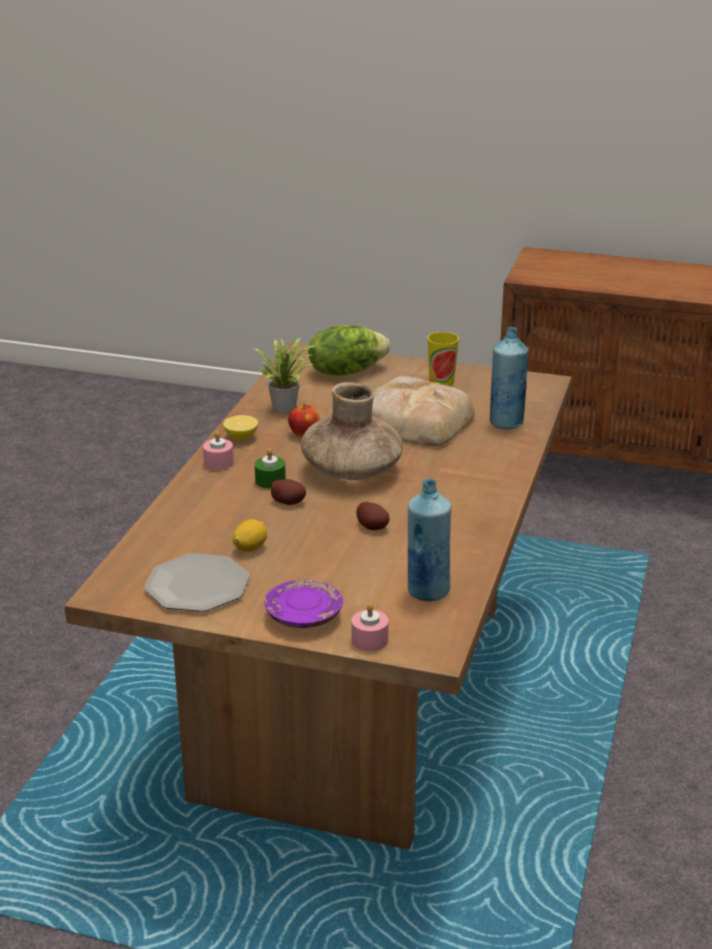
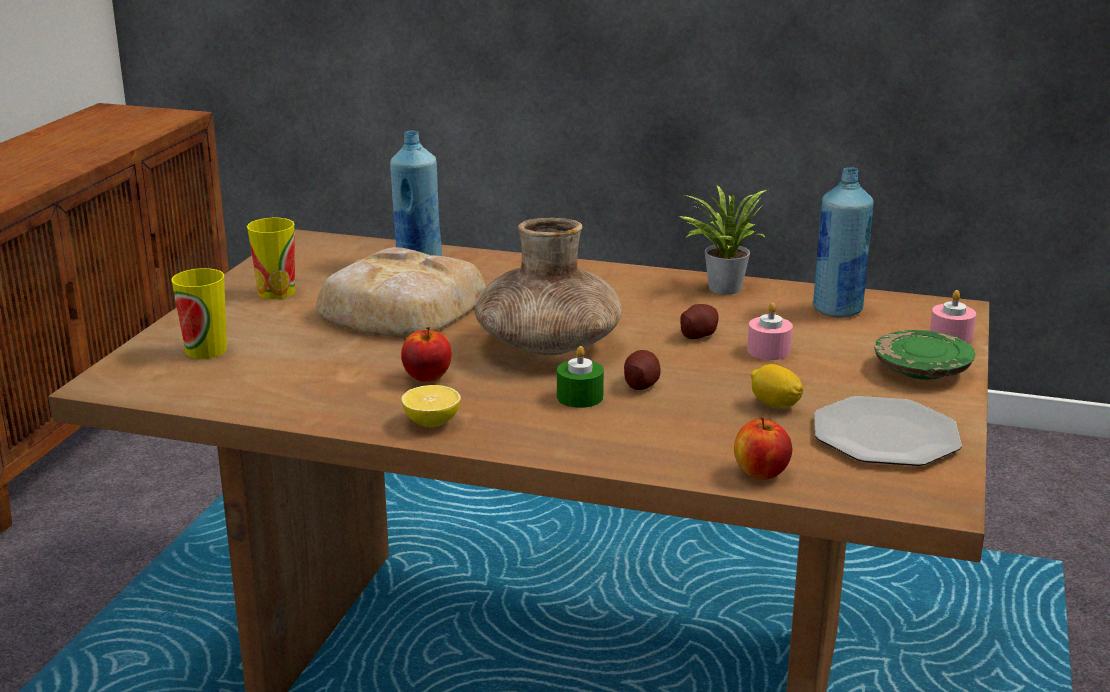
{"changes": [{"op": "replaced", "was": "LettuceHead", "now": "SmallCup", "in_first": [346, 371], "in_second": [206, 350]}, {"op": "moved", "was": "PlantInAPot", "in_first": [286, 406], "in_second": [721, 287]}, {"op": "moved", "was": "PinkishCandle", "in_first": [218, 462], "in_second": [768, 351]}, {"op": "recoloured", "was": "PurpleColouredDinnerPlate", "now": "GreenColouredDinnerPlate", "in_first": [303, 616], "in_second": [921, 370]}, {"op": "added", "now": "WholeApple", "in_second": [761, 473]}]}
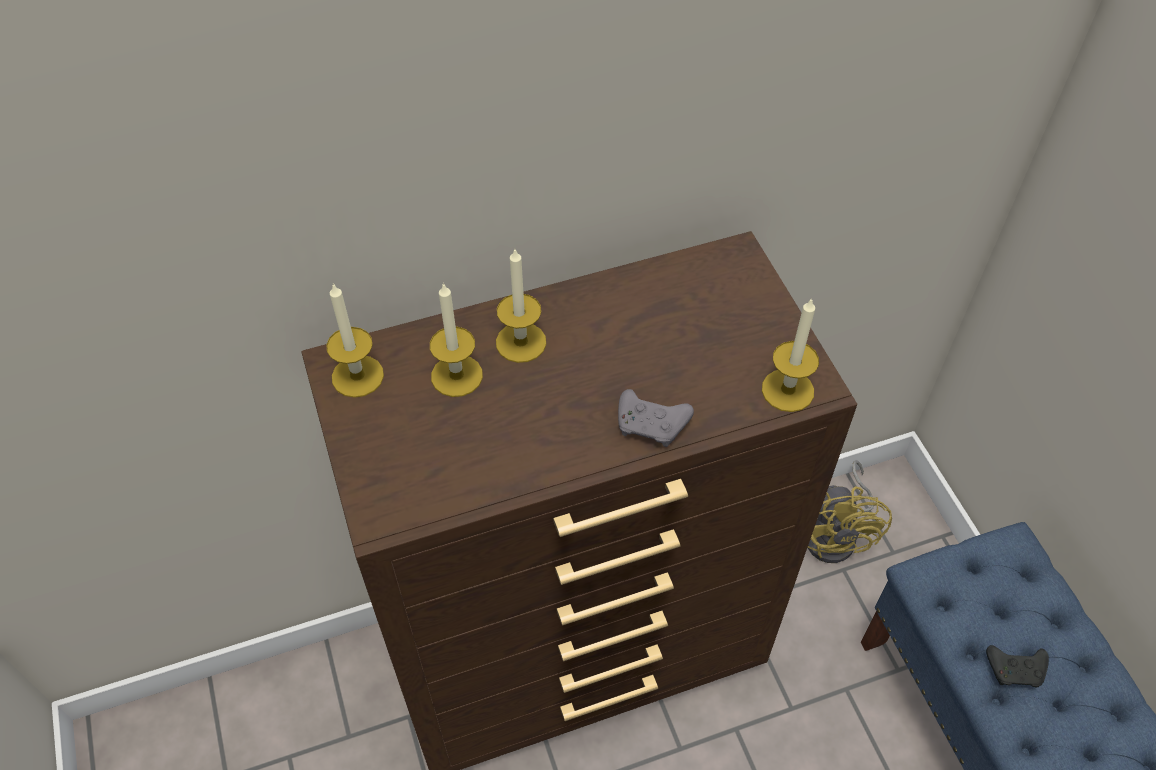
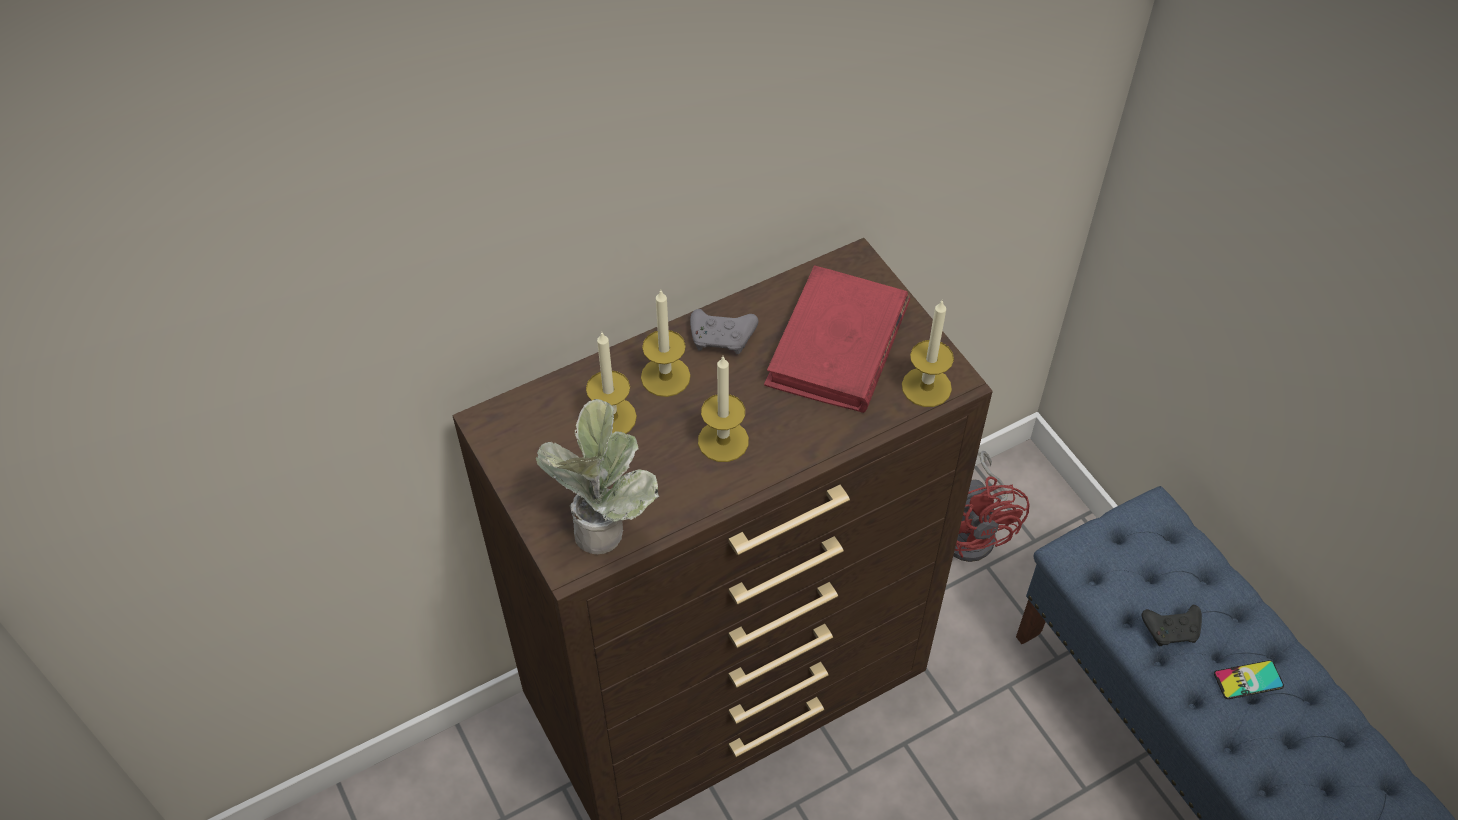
{"changes": [{"op": "moved", "was": "Candle", "in_first": [357, 376], "in_second": [723, 441]}, {"op": "moved", "was": "GreyishGameController", "in_first": [652, 425], "in_second": [723, 338]}, {"op": "recoloured", "was": "YellowColouredCoolingFan", "now": "ReddishCoolingFan", "in_first": [837, 535], "in_second": [974, 531]}, {"op": "added", "now": "ReddishBook", "in_second": [837, 346]}, {"op": "added", "now": "PlantInAPot", "in_second": [603, 523]}, {"op": "added", "now": "Handset", "in_second": [1248, 680]}]}
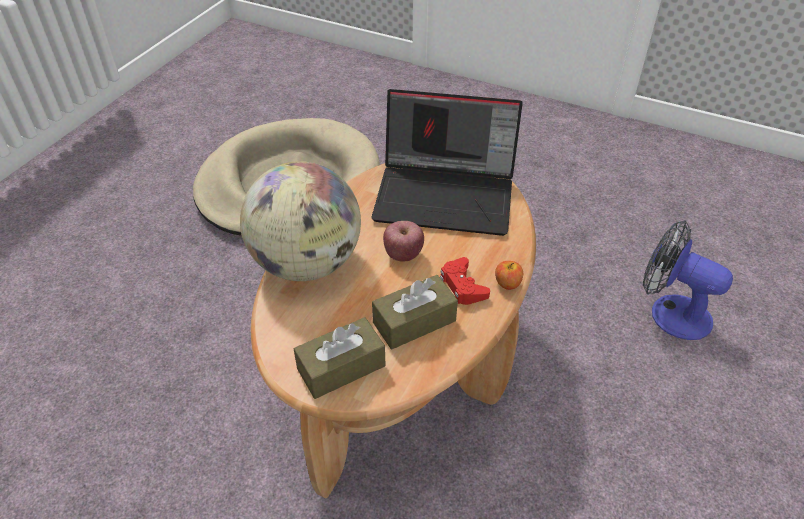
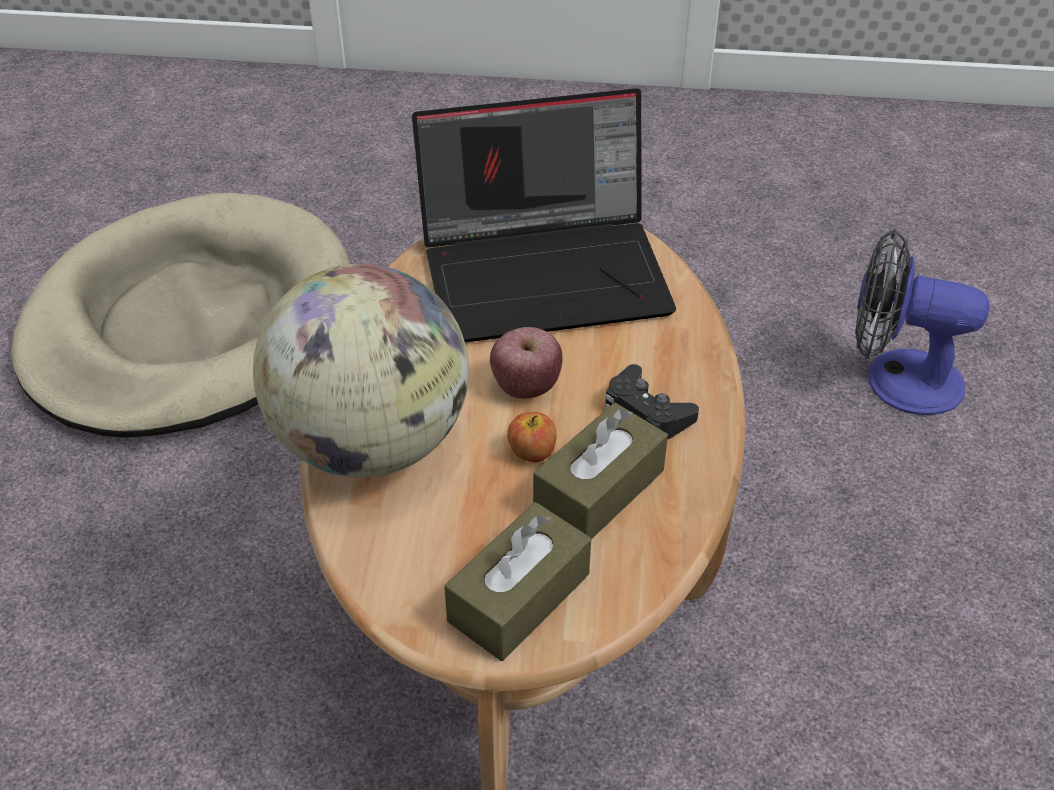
{"changes": [{"op": "recoloured", "was": "ReddishGameController", "now": "BlackColouredGameController", "in_first": [462, 286], "in_second": [646, 412]}, {"op": "moved", "was": "WholeApple", "in_first": [507, 283], "in_second": [532, 452]}]}
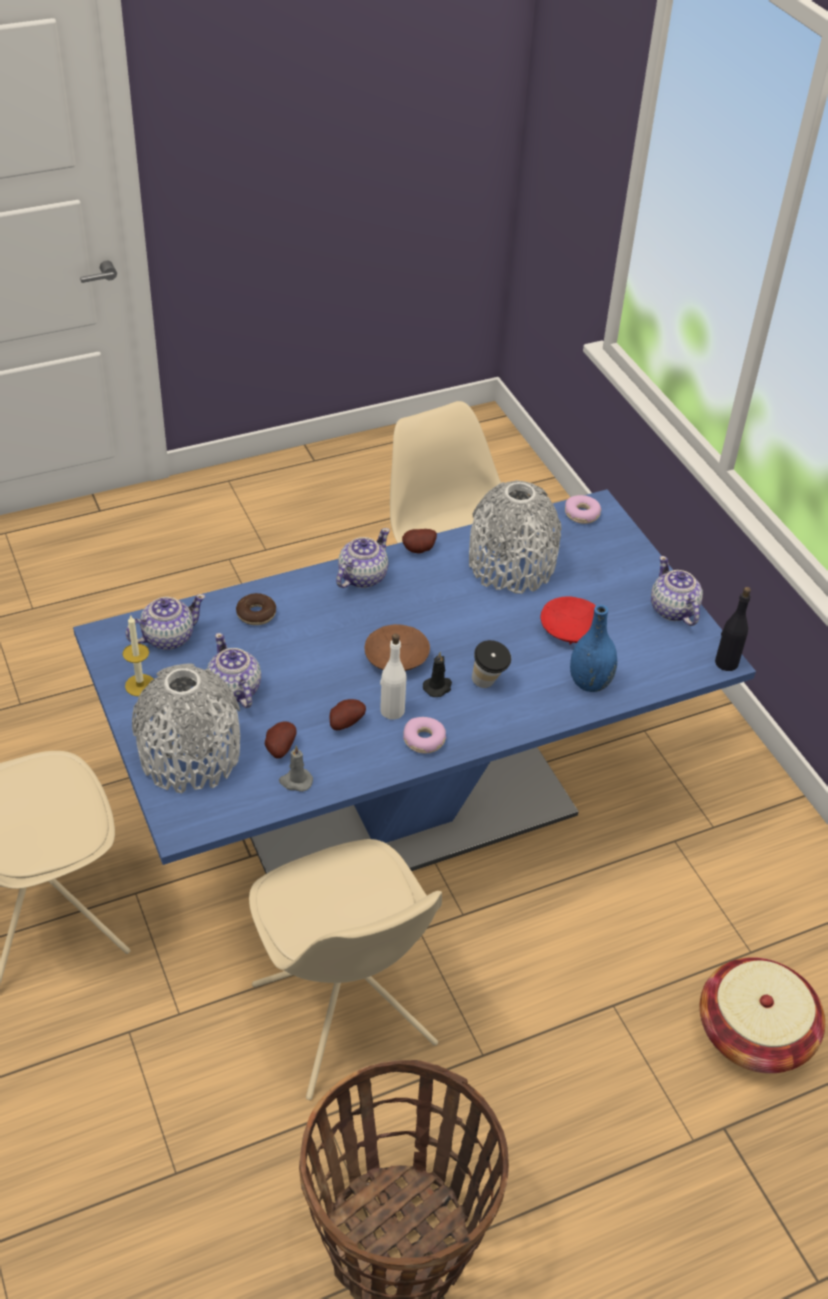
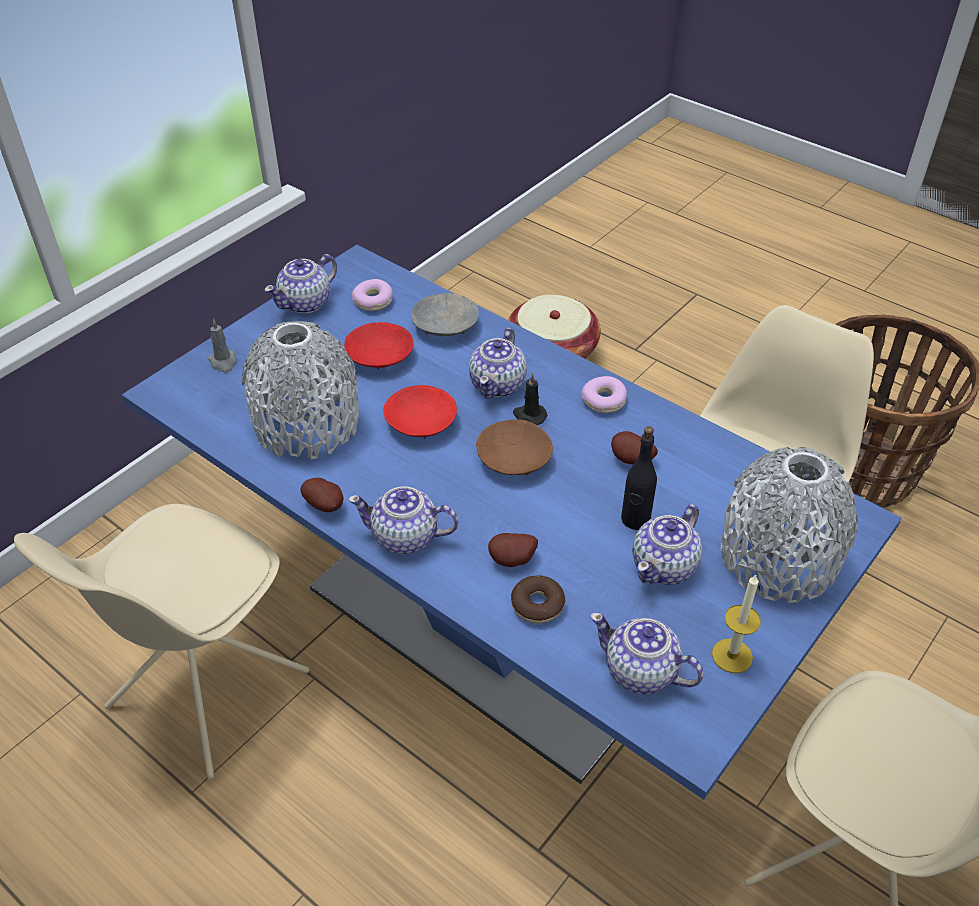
{"changes": [{"op": "moved", "was": "Doughnut", "in_first": [582, 514], "in_second": [373, 301]}, {"op": "moved", "was": "BlackColouredBeverageBottle", "in_first": [726, 662], "in_second": [635, 519]}, {"op": "replaced", "was": "BluishFlowerVase", "now": "GreyishServingBowl", "in_first": [590, 683], "in_second": [445, 325]}, {"op": "removed", "was": "WhiteColouredBeverageBottle", "in_first": [392, 710]}, {"op": "replaced", "was": "SmallCup", "now": "PotForTea", "in_first": [488, 685], "in_second": [498, 384]}, {"op": "moved", "was": "WholePotato", "in_first": [279, 748], "in_second": [513, 561]}, {"op": "moved", "was": "GreyishCandle", "in_first": [295, 781], "in_second": [223, 362]}, {"op": "added", "now": "ReddishServingBowl", "in_second": [421, 422]}]}
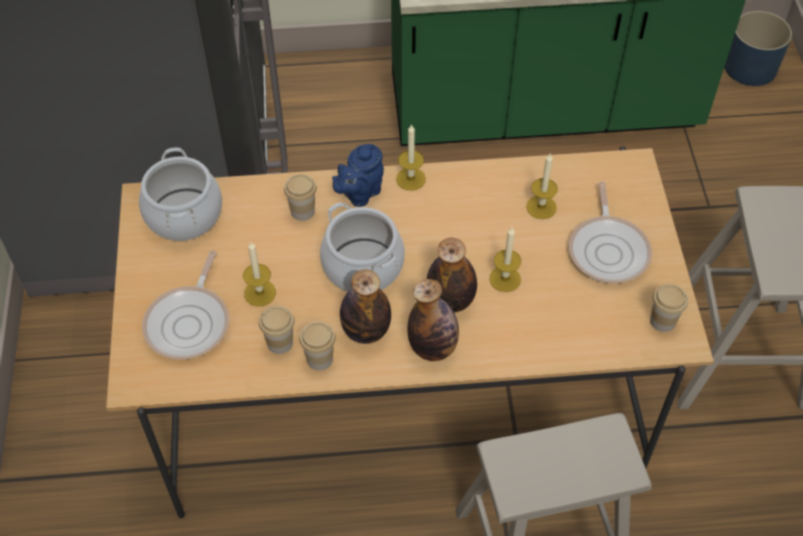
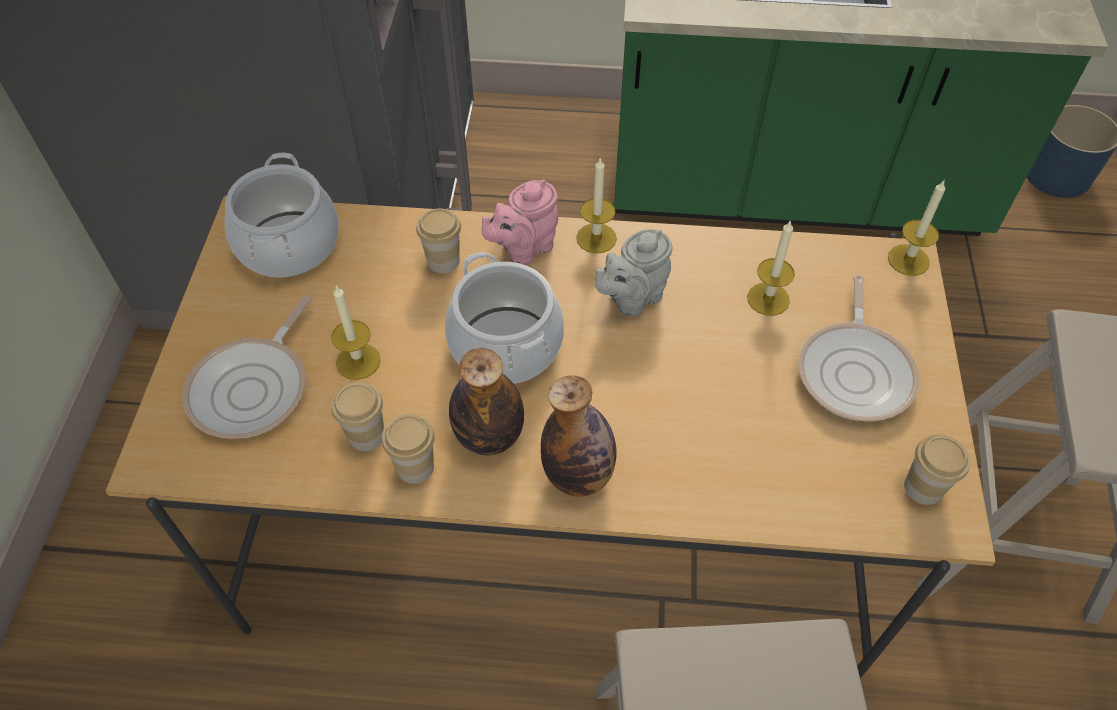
{"changes": [{"op": "recoloured", "was": "BluishPotForTea", "now": "PinkishPotForTea", "in_first": [359, 194], "in_second": [524, 248]}, {"op": "moved", "was": "Candle", "in_first": [505, 279], "in_second": [908, 260]}, {"op": "removed", "was": "BeverageBottle", "in_first": [451, 300]}, {"op": "added", "now": "GreyishPotForTea", "in_second": [632, 298]}]}
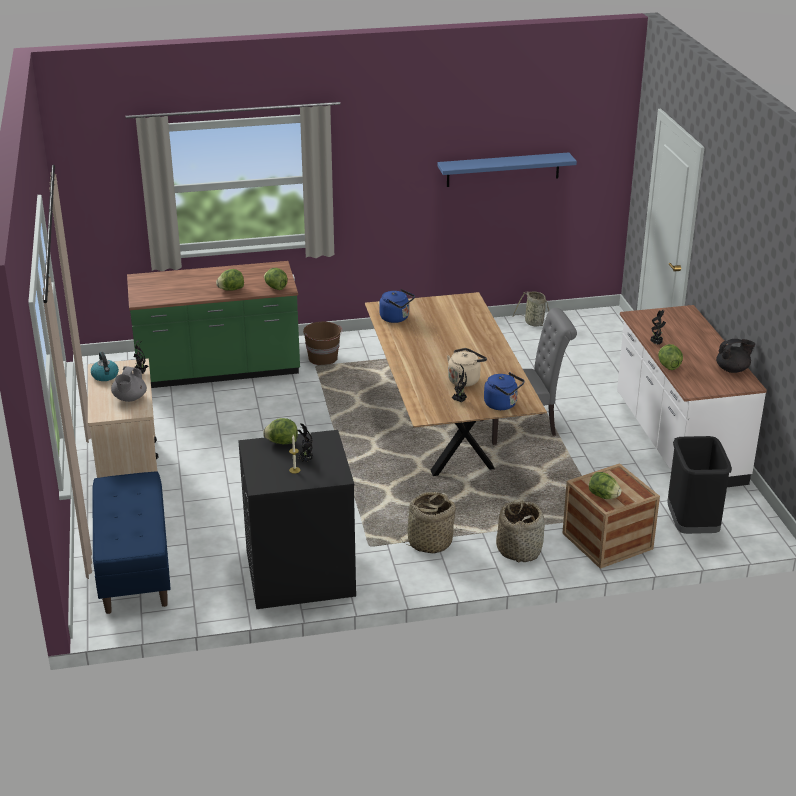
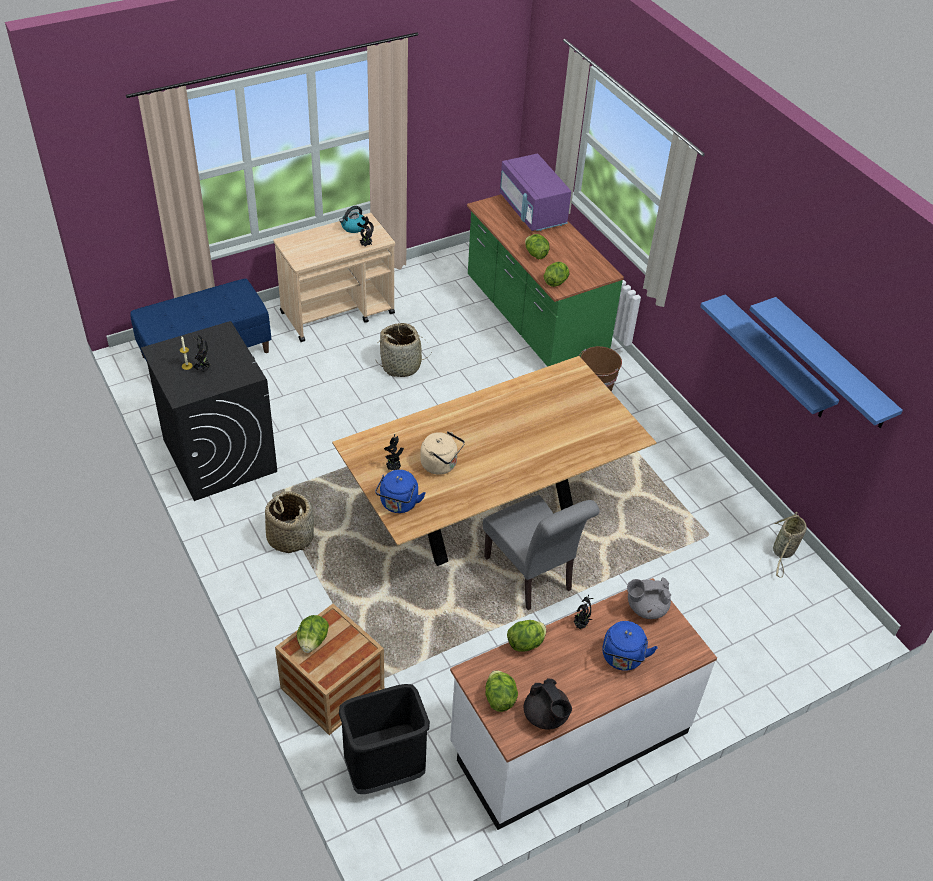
{"changes": [{"op": "moved", "was": "BluishKettle", "in_first": [396, 318], "in_second": [622, 658]}, {"op": "moved", "was": "GreyishPotForTea", "in_first": [129, 398], "in_second": [645, 608]}, {"op": "moved", "was": "LettuceHead", "in_first": [282, 442], "in_second": [499, 698]}, {"op": "moved", "was": "StorageBasket", "in_first": [519, 550], "in_second": [401, 366]}, {"op": "added", "now": "PurpleColouredMicrowaveOven", "in_second": [532, 211]}, {"op": "added", "now": "BluishBracketShelf", "in_second": [775, 357]}]}
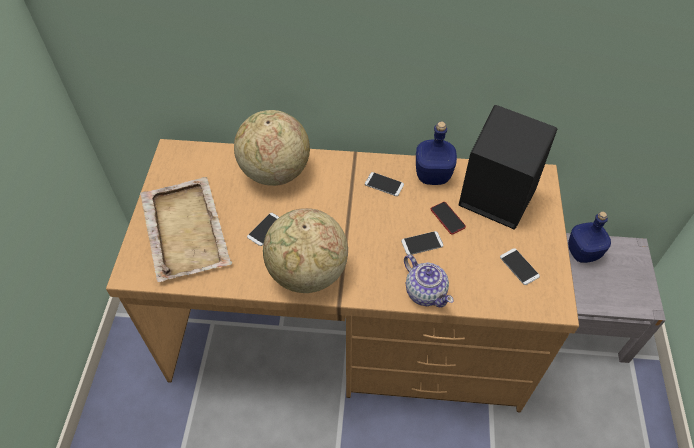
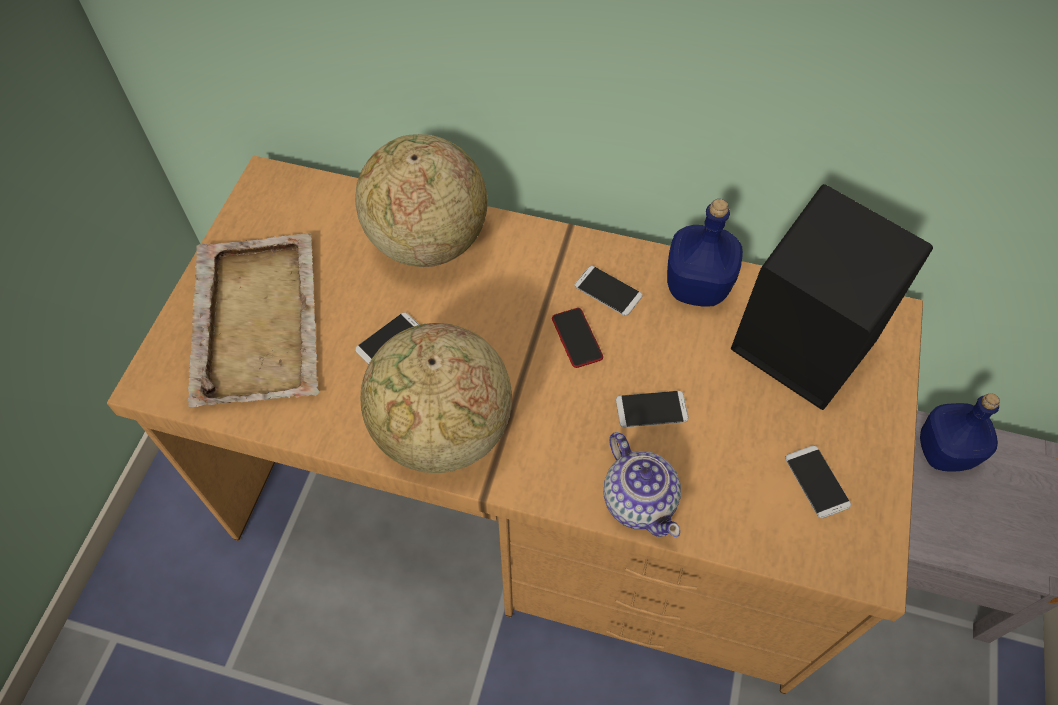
{"changes": [{"op": "moved", "was": "Handset", "in_first": [447, 218], "in_second": [577, 338]}]}
